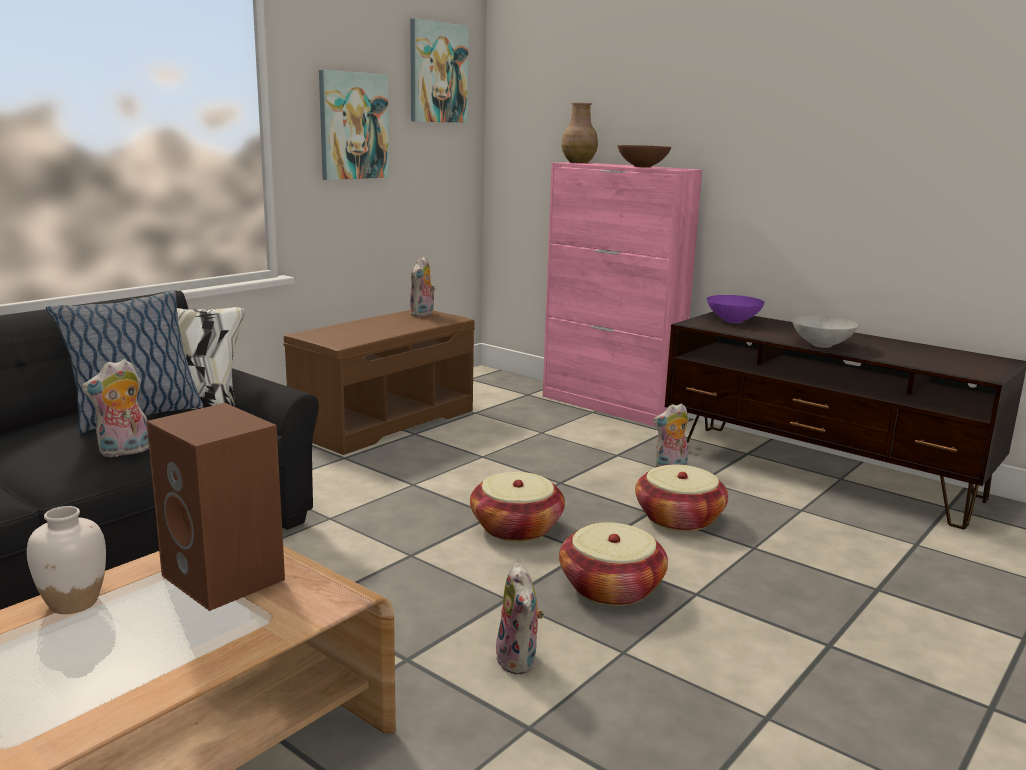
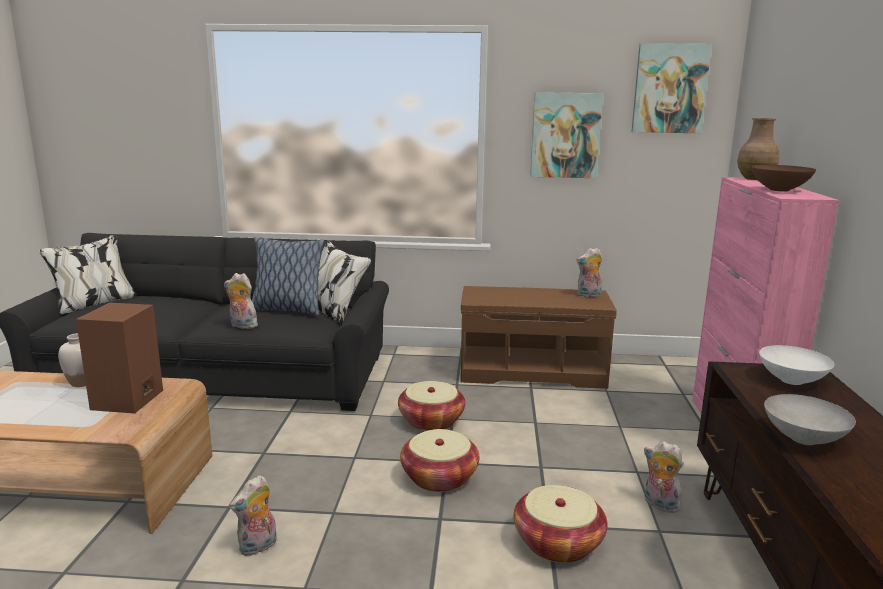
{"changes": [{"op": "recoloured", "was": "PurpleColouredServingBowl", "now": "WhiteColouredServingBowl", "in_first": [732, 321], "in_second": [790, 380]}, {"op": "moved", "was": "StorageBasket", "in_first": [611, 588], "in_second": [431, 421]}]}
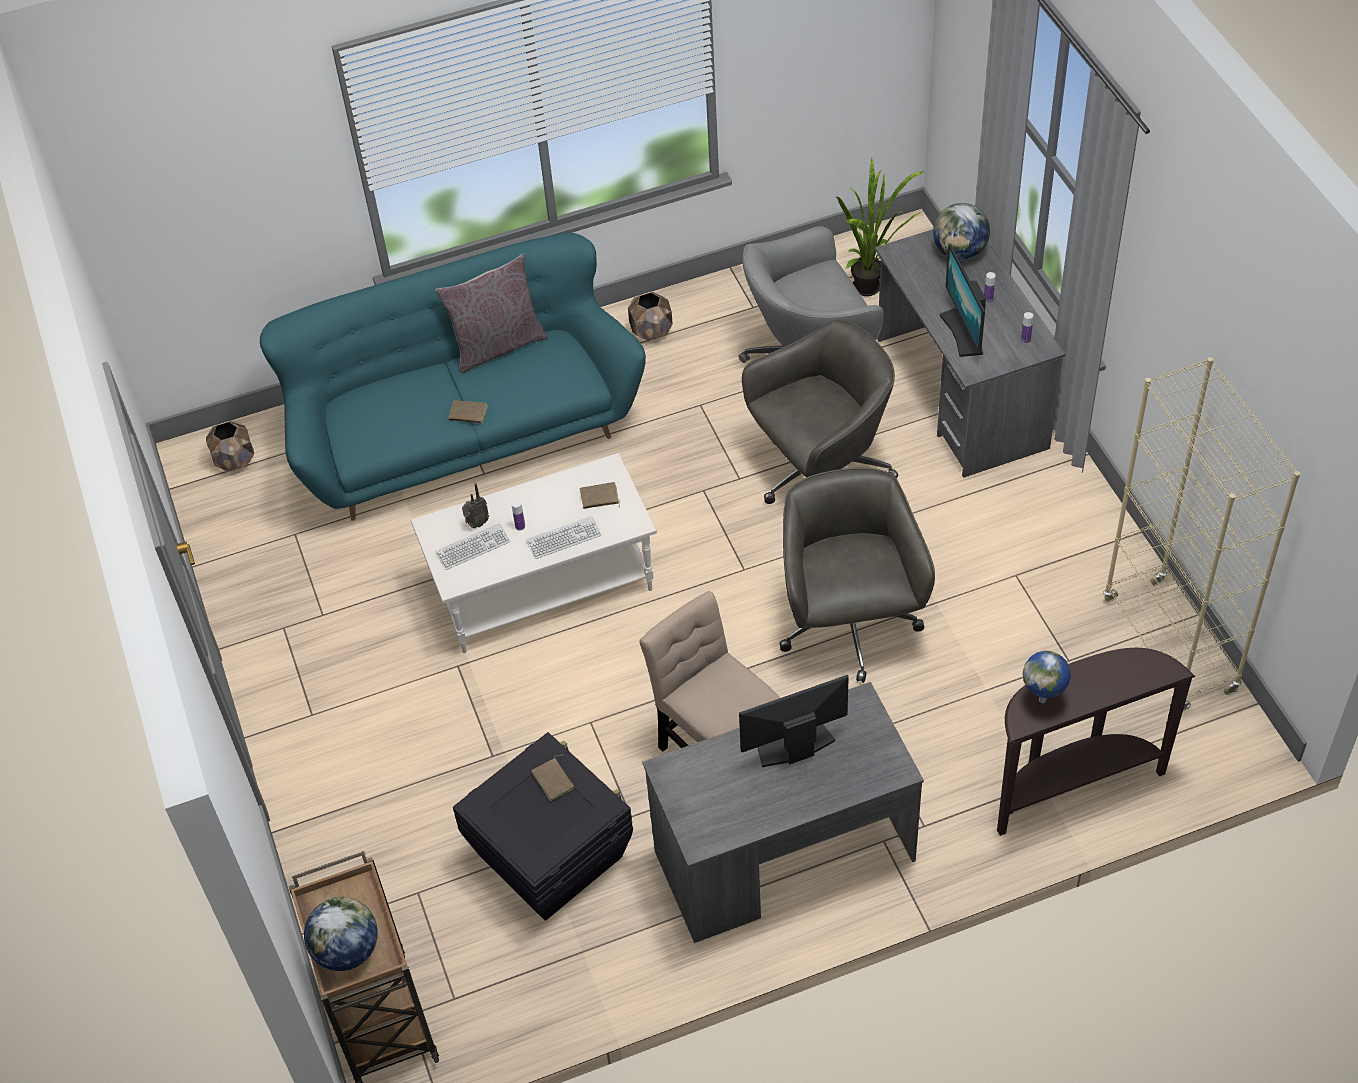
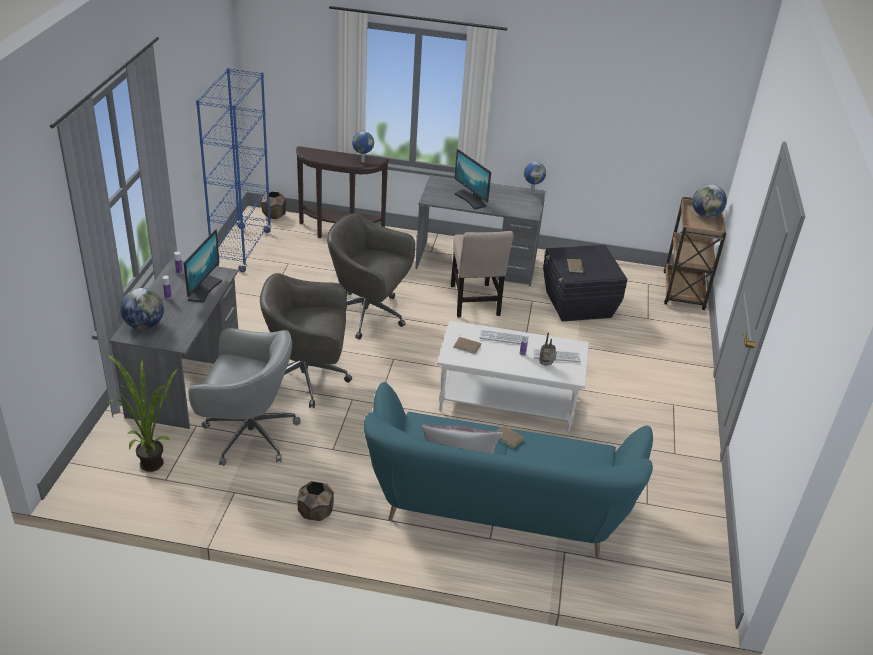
{"changes": [{"op": "recoloured", "was": "SandColouredBookshelf", "now": "BluishBookshelf", "in_first": [1169, 646], "in_second": [242, 249]}, {"op": "moved", "was": "BrownColouredFlowerPot", "in_first": [235, 460], "in_second": [274, 215]}, {"op": "turned", "was": "GreyishOfficeChair", "in_first": [848, 627], "in_second": [368, 315], "clockwise": 90}, {"op": "turned", "was": "ComputerDisplay", "in_first": [795, 747], "in_second": [471, 199], "clockwise": 45}, {"op": "added", "now": "Globe", "in_second": [532, 192]}]}
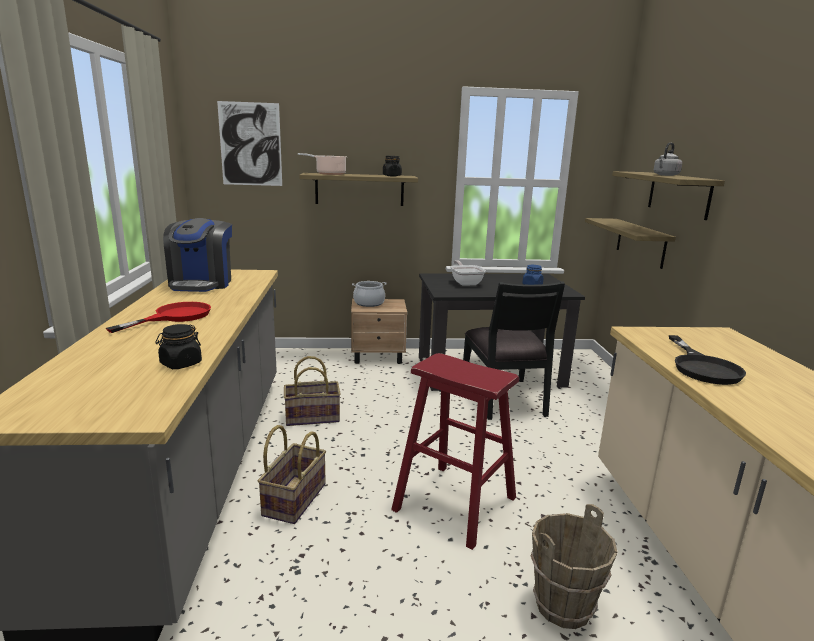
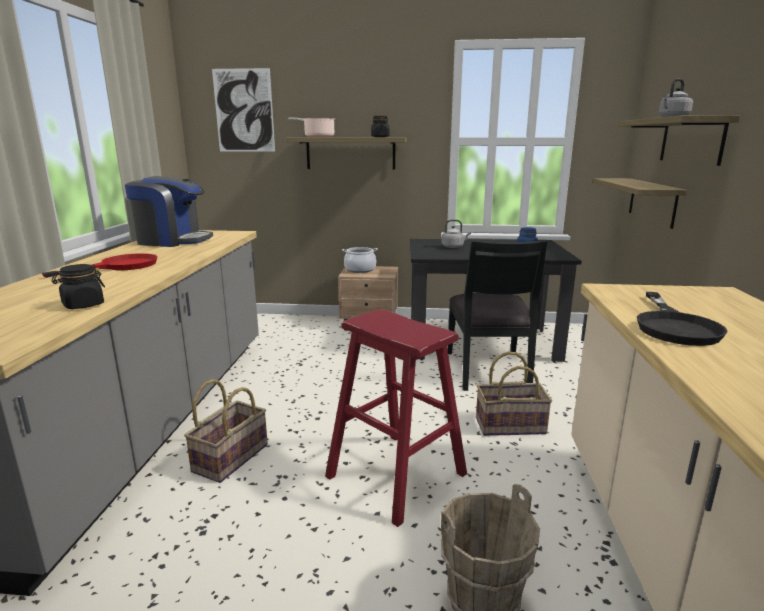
{"changes": [{"op": "turned", "was": "CoffeeMachine", "in_first": [202, 283], "in_second": [173, 241], "clockwise": -90}, {"op": "replaced", "was": "Pan", "now": "GreyishKettle", "in_first": [465, 282], "in_second": [453, 247]}, {"op": "moved", "was": "StorageBasket", "in_first": [312, 417], "in_second": [510, 425]}]}
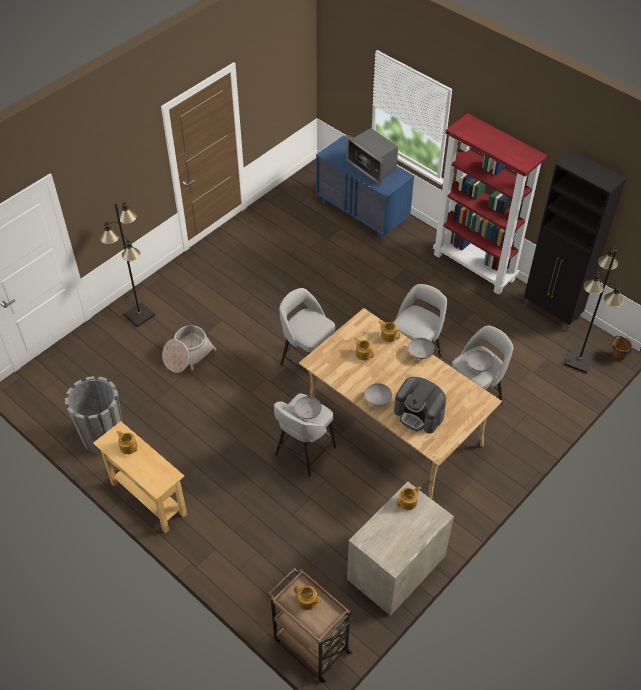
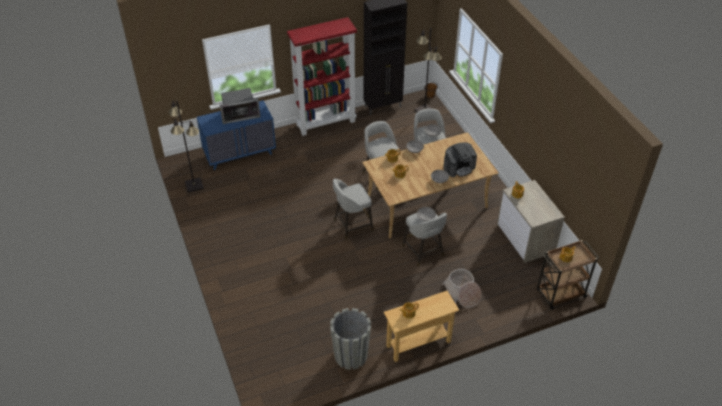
{"changes": [{"op": "moved", "was": "BlackColouredStandardLamp", "in_first": [140, 315], "in_second": [194, 185]}, {"op": "moved", "was": "StorageBasket", "in_first": [187, 355], "in_second": [462, 293]}]}
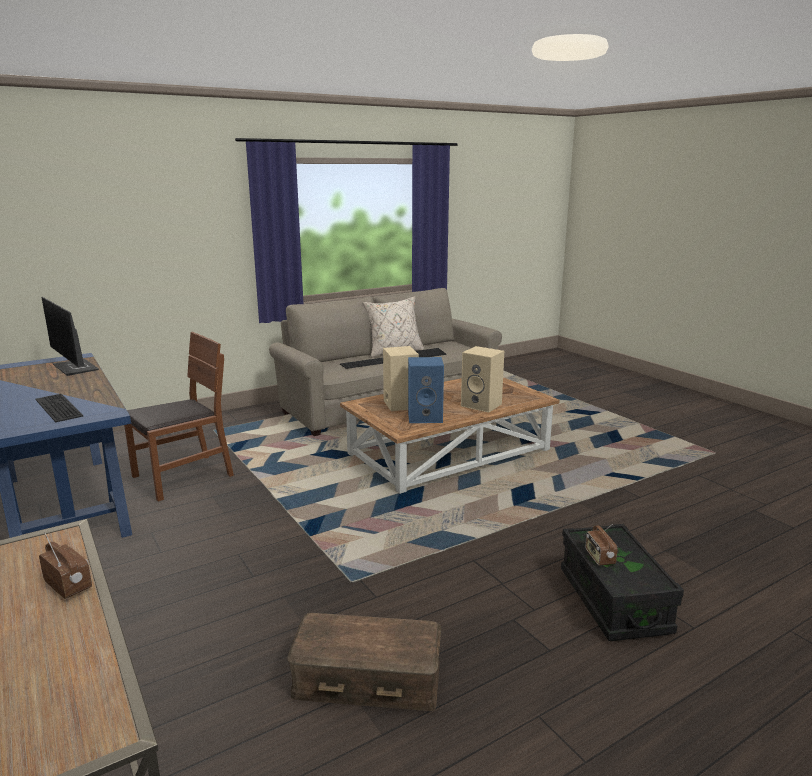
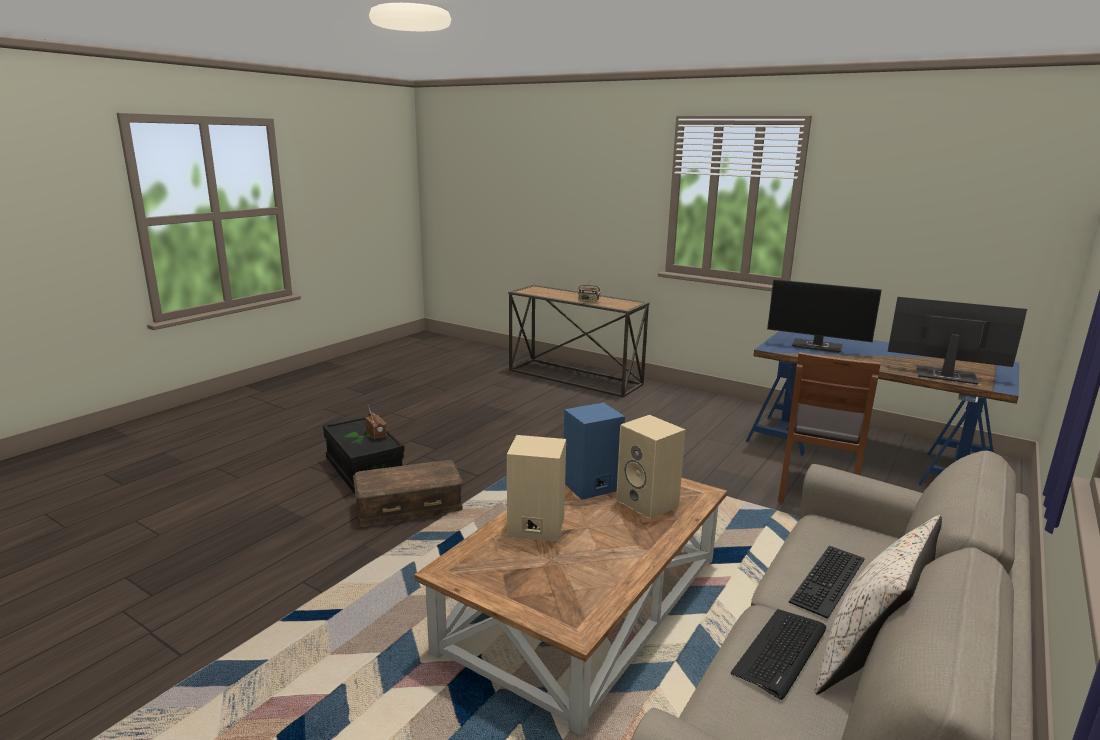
{"changes": [{"op": "replaced", "was": "Keyboard", "now": "ComputerDisplay", "in_first": [56, 407], "in_second": [818, 346]}, {"op": "moved", "was": "BrownColouredStorageBin", "in_first": [367, 679], "in_second": [409, 506]}]}
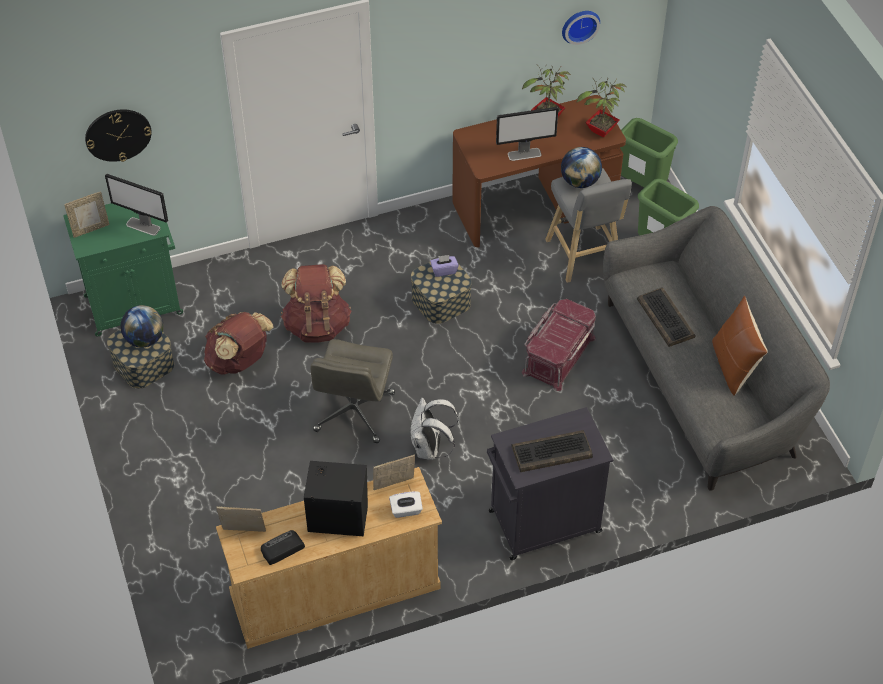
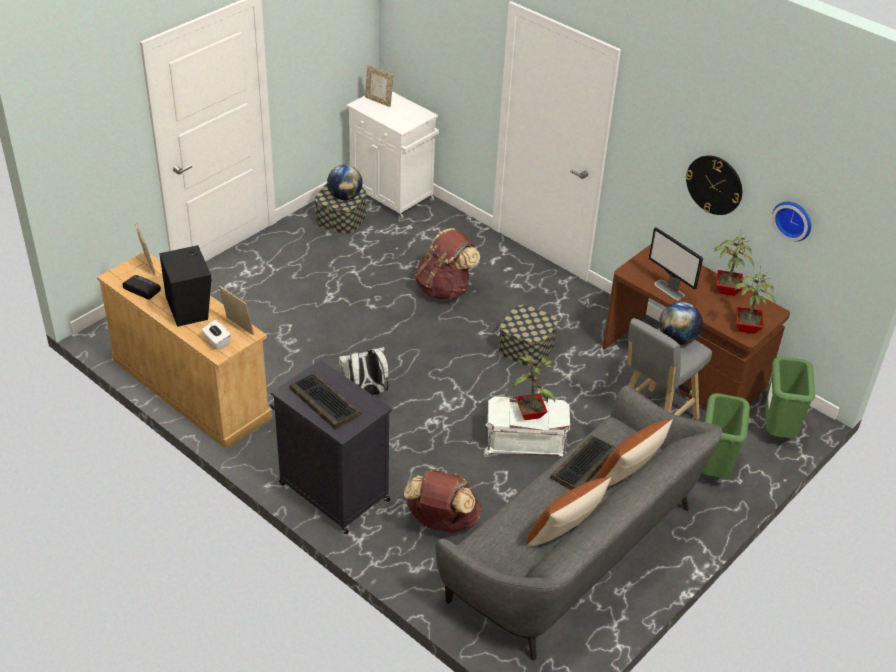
{"changes": [{"op": "moved", "was": "WallClock", "in_first": [118, 134], "in_second": [714, 184]}, {"op": "removed", "was": "ComputerDisplay", "in_first": [143, 226]}, {"op": "recoloured", "was": "GreenColouredStorageCabinet", "now": "WhiteColouredStorageCabinet", "in_first": [136, 304], "in_second": [392, 196]}, {"op": "removed", "was": "PurpleColouredTissueBox", "in_first": [444, 270]}, {"op": "recoloured", "was": "ReddishStorageBin", "now": "WhiteColouredStorageBin", "in_first": [558, 354], "in_second": [526, 440]}, {"op": "moved", "was": "BrownColouredRucksack", "in_first": [239, 361], "in_second": [442, 522]}, {"op": "removed", "was": "GreyishOfficeChair", "in_first": [354, 412]}, {"op": "added", "now": "PlantInAPot", "in_second": [531, 414]}, {"op": "added", "now": "BrownColouredCushion", "in_second": [627, 477]}]}
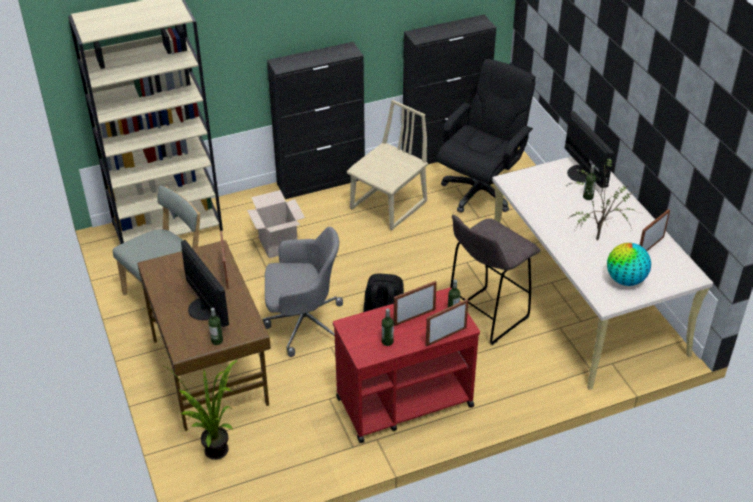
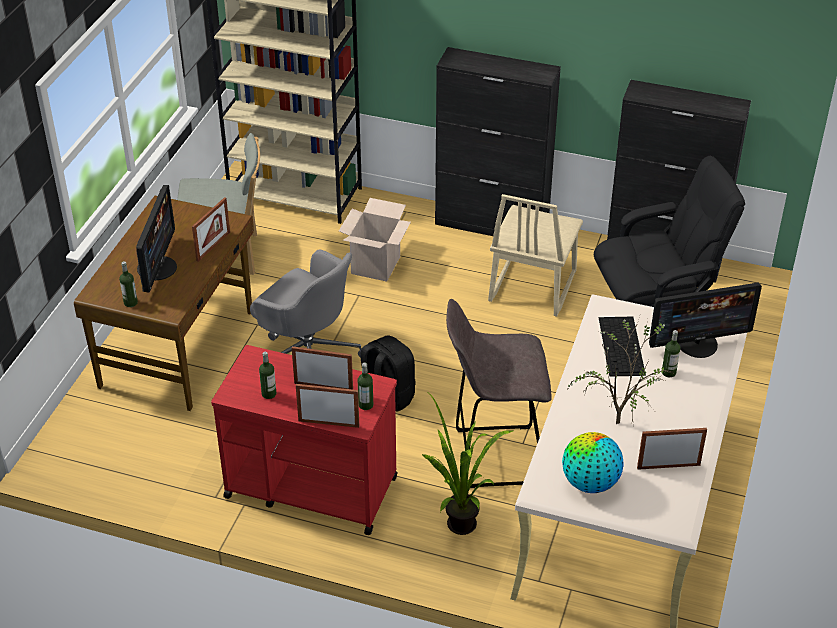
{"changes": [{"op": "turned", "was": "SandColouredChair", "in_first": [389, 206], "in_second": [531, 286], "clockwise": 120}, {"op": "turned", "was": "ComputerDisplay", "in_first": [582, 173], "in_second": [697, 343], "clockwise": 60}, {"op": "moved", "was": "PlantInAPot", "in_first": [217, 456], "in_second": [459, 530]}, {"op": "added", "now": "Keyboard", "in_second": [622, 346]}]}
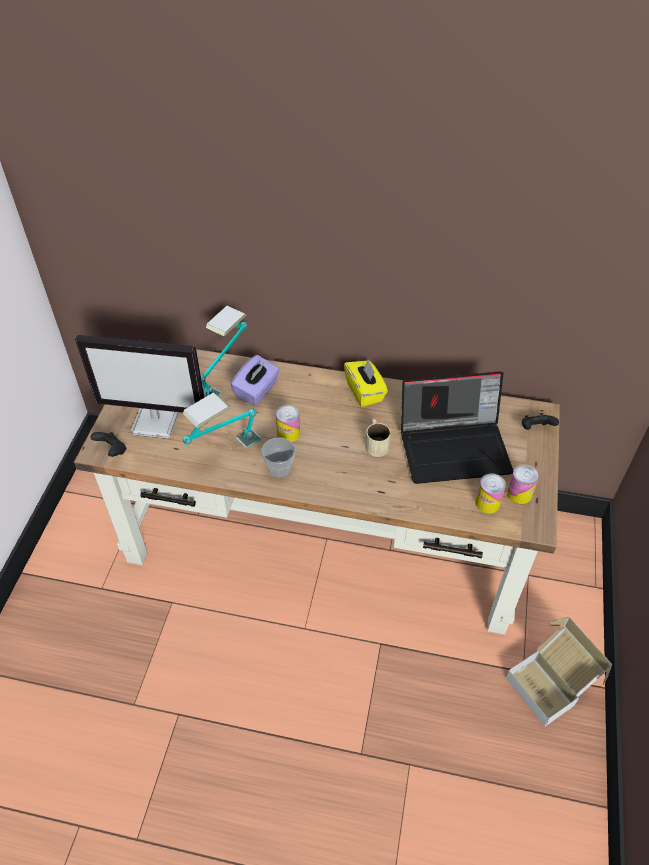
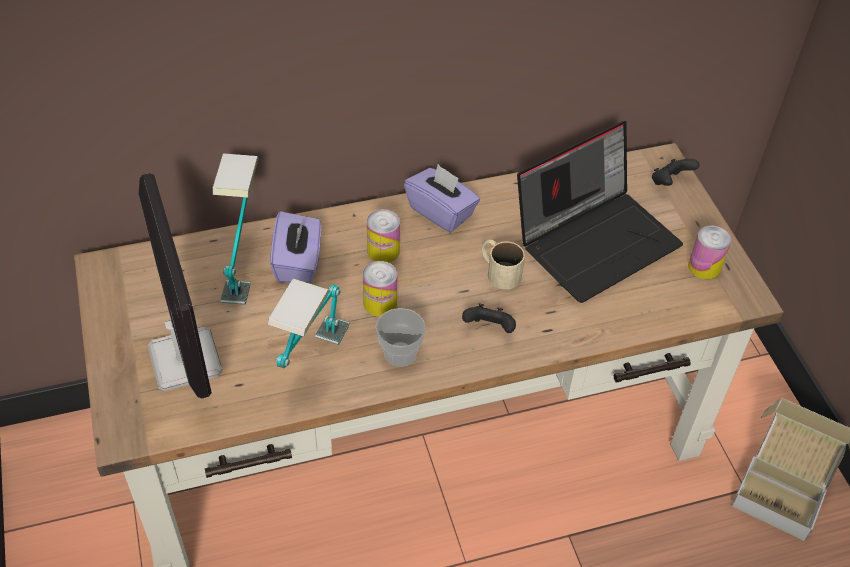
{"changes": [{"op": "turned", "was": "ComputerDisplay", "in_first": [157, 421], "in_second": [184, 358], "clockwise": -90}, {"op": "recoloured", "was": "YellowColouredTissueBox", "now": "PurpleColouredTissueBox", "in_first": [365, 392], "in_second": [441, 212]}, {"op": "moved", "was": "BlackColouredGameController", "in_first": [112, 451], "in_second": [489, 329]}, {"op": "moved", "was": "Can", "in_first": [487, 503], "in_second": [383, 251]}]}
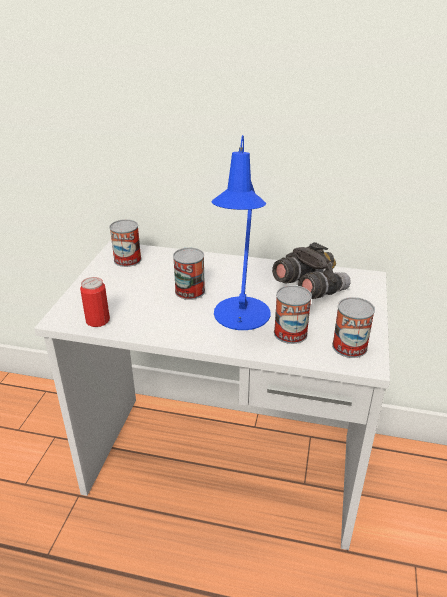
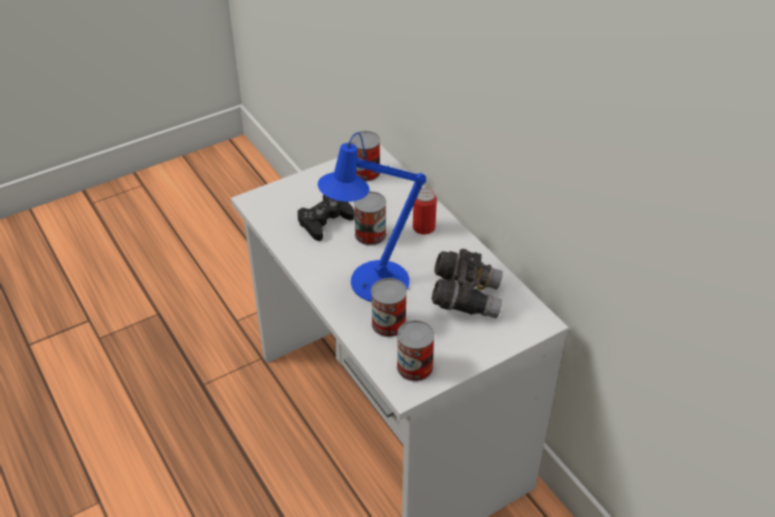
{"changes": [{"op": "moved", "was": "Can", "in_first": [97, 320], "in_second": [424, 227]}, {"op": "added", "now": "BlackColouredGameController", "in_second": [325, 221]}]}
